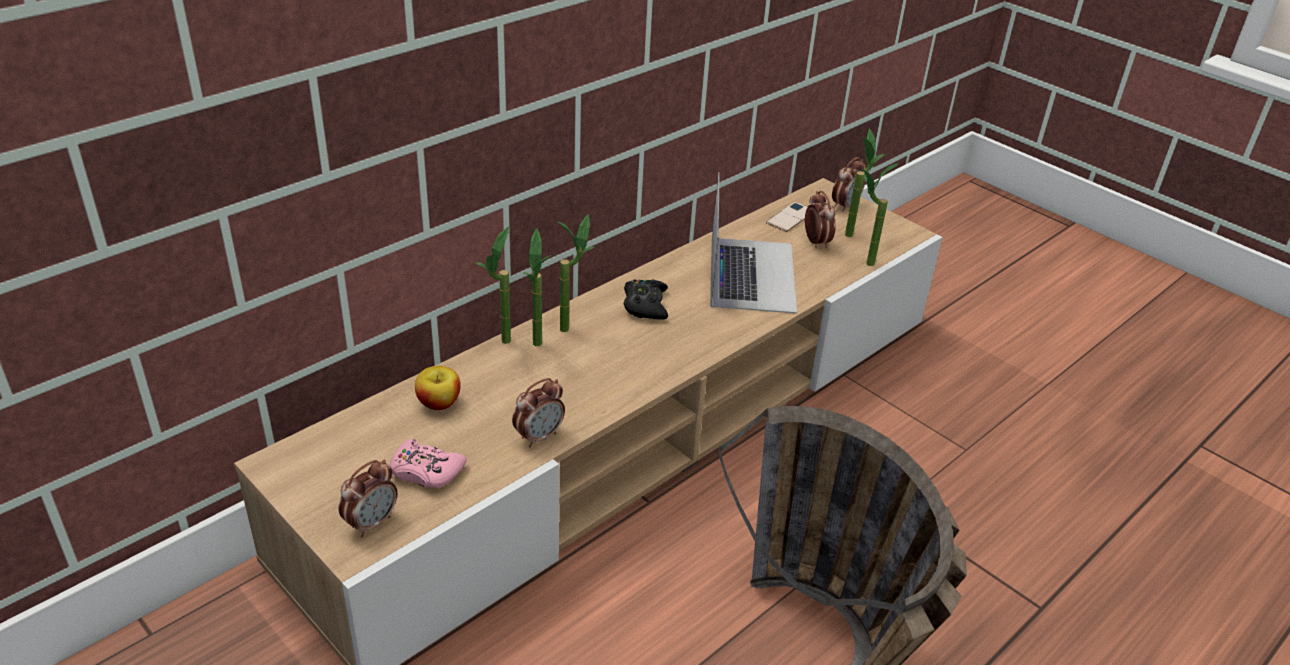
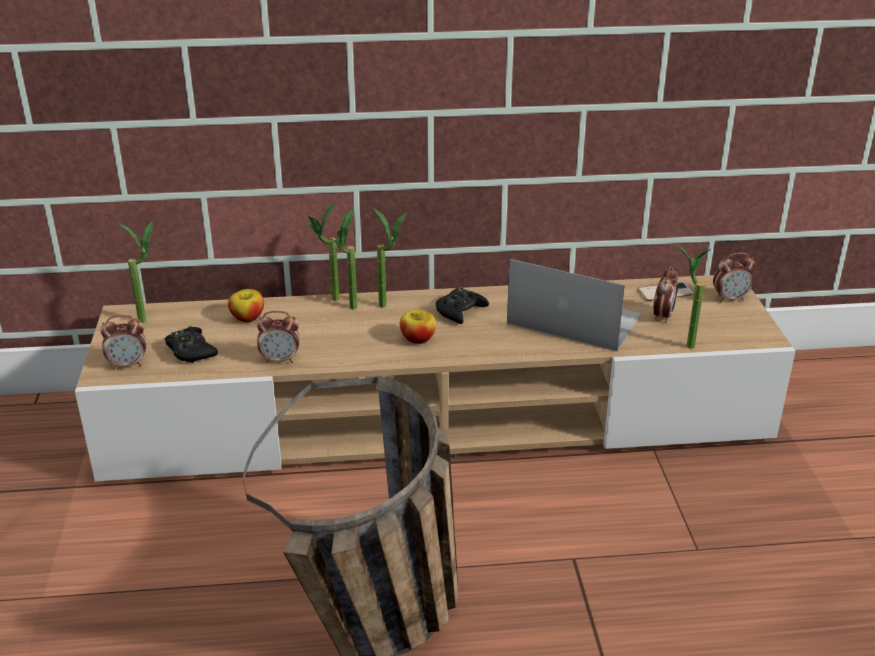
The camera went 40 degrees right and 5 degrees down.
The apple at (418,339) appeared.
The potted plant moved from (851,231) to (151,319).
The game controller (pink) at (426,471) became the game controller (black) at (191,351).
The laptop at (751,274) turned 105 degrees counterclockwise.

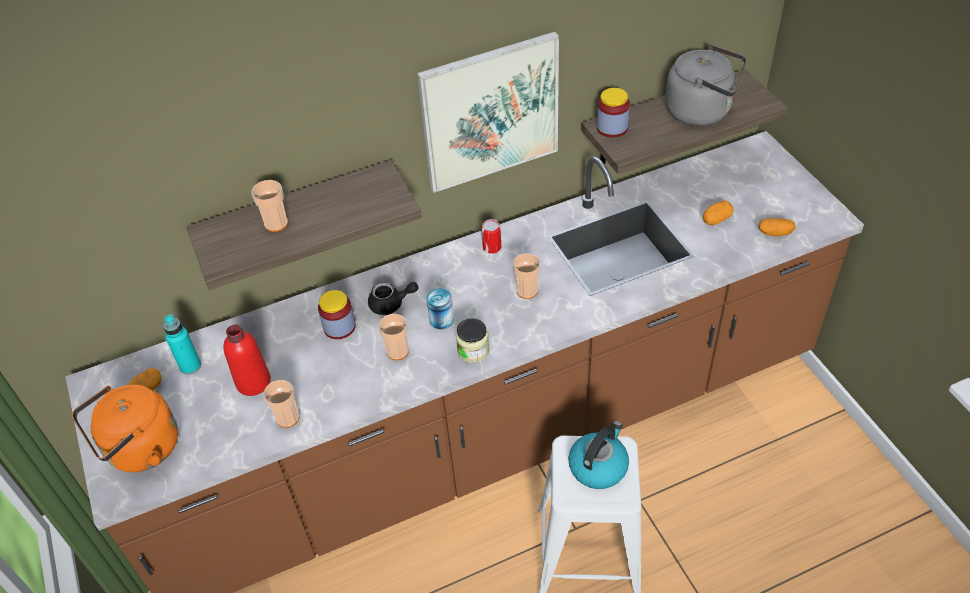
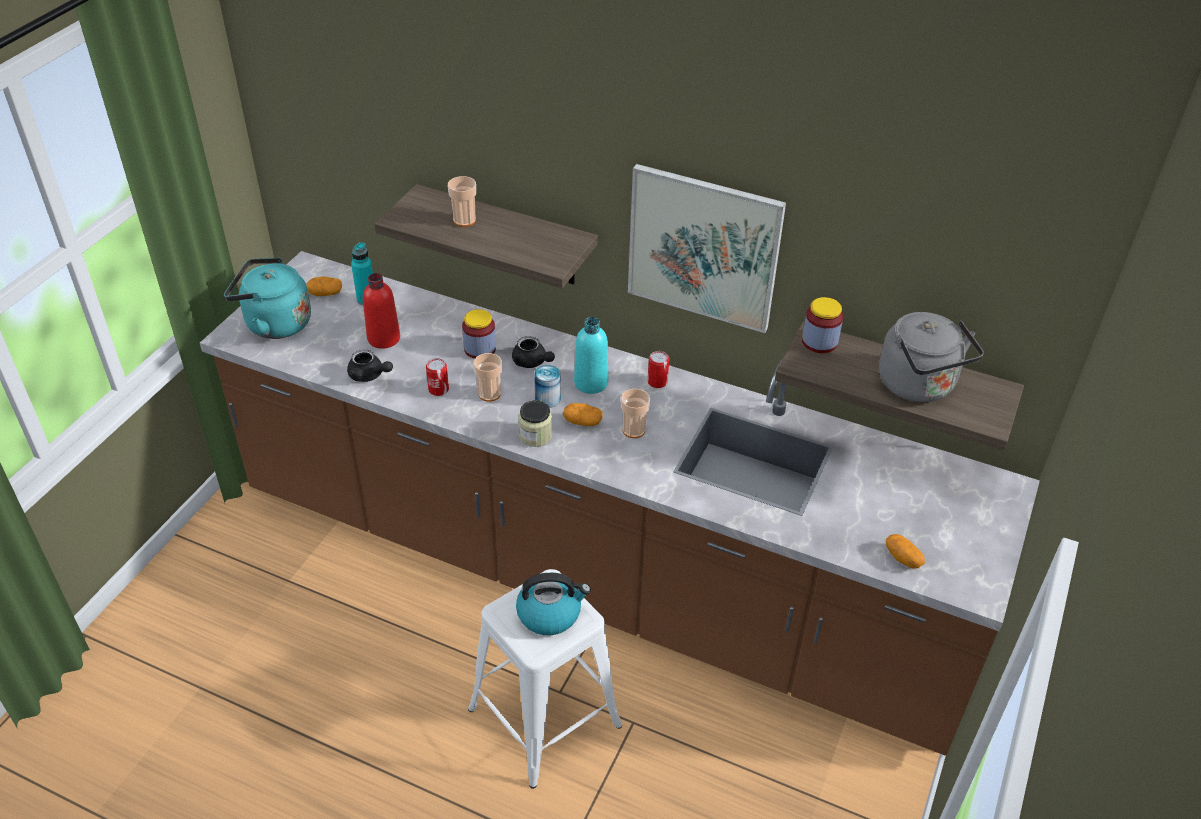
The camera went 45 degrees right and 5 degrees down.
The can at (438,389) appeared.
The bottle (turquoise) at (591,383) appeared.
The potato moved from (716,219) to (582,422).
The cup at (287,418) was replaced by the teapot (black) at (369,375).
The kettle (orange) at (139,450) became the kettle (turquoise) at (274,323).

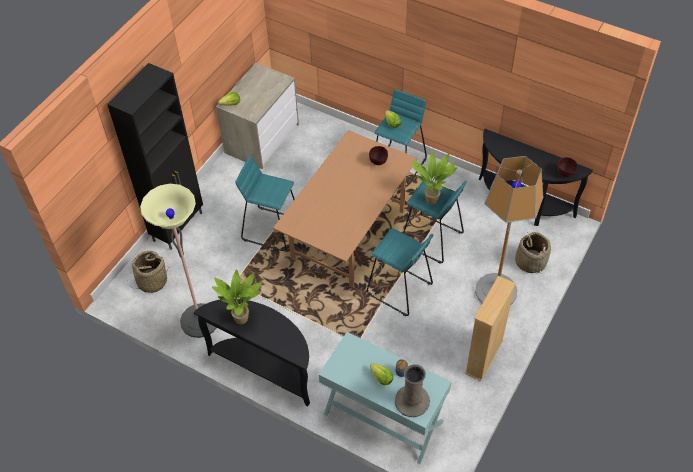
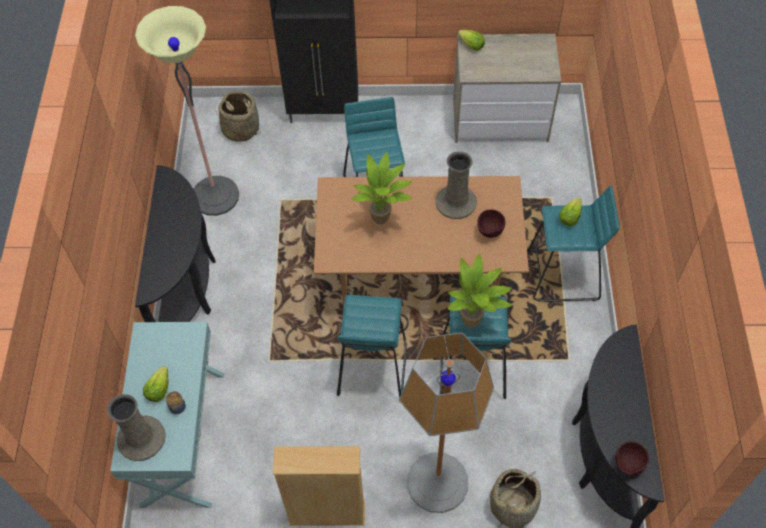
The camera went 60 degrees right and 5 degrees up.
The vase (beige) at (456,202) appeared.
The potted plant moved from (243,318) to (383,219).

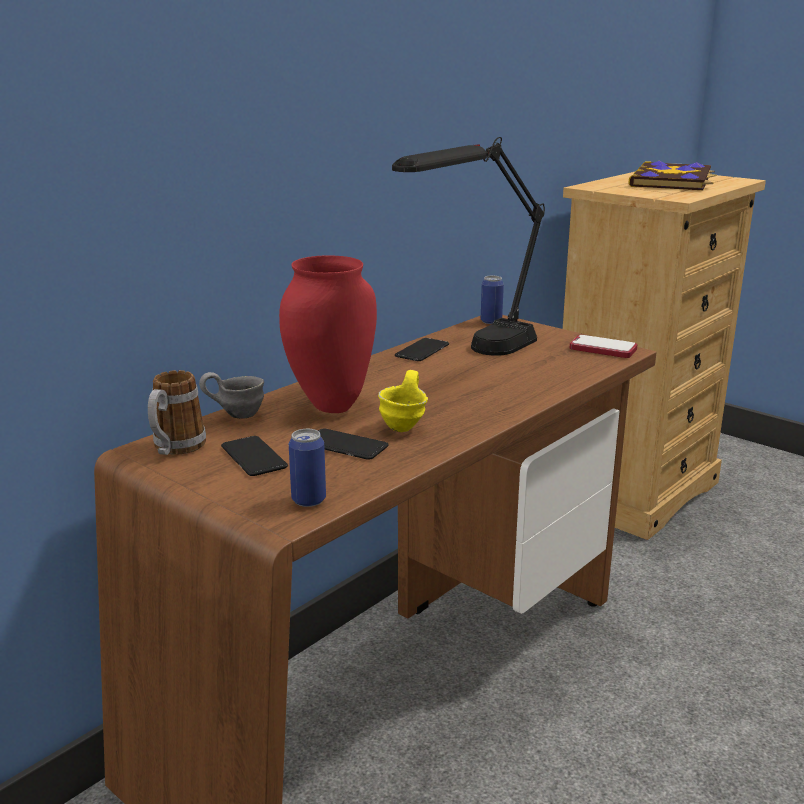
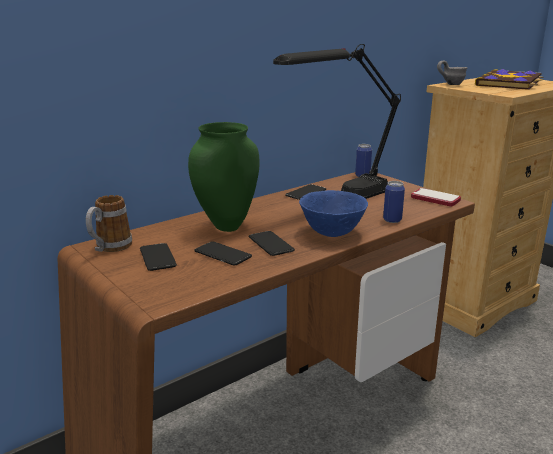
The camera went 10 degrees right and 0 degrees up.
The bowl (blue) at (332,233) appeared.
The mug (grey) moved from (237,415) to (450,84).
The can moved from (308,500) to (392,220).
The mug (yellow) at (406,426) was replaced by the phone at (271,244).
The vase (red) at (332,407) became the vase (green) at (227,227).

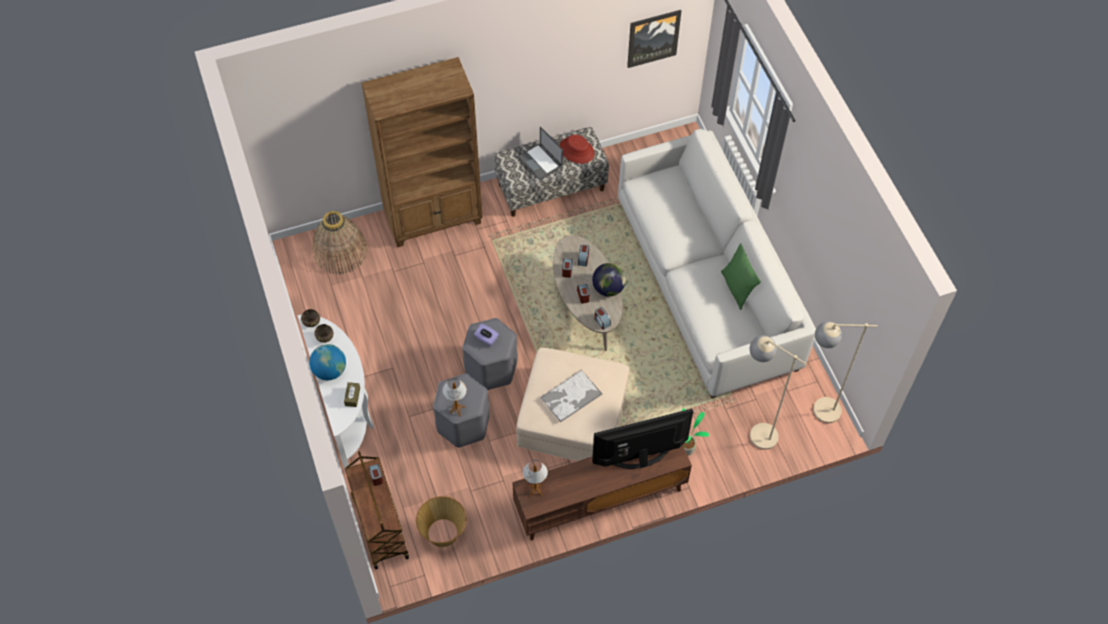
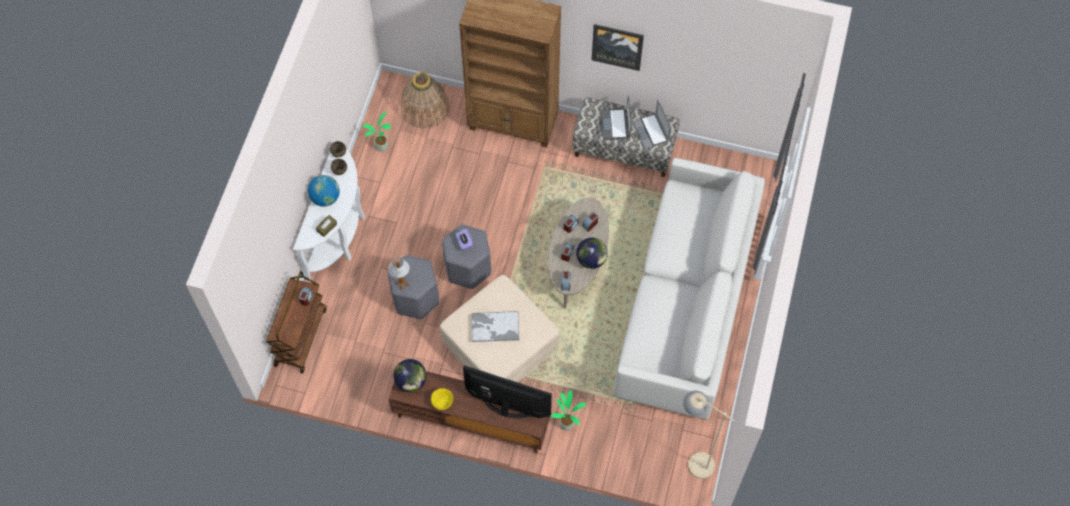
The camera went 35 degrees right and 5 degrees up.
The basket at (443,533) disappeared.
The pillow (green) at (736,288) disappeared.
The floor lamp (beige) at (755,431) disappeared.
The potted plant at (381,147) appeared.
The bowl (yellow) at (442,403) appeared.
The picture moved from (653,38) to (617,46).
The table lamp at (535,490) was replaced by the globe at (411,381).
The hat (red) at (577,150) was replaced by the laptop at (651,132).

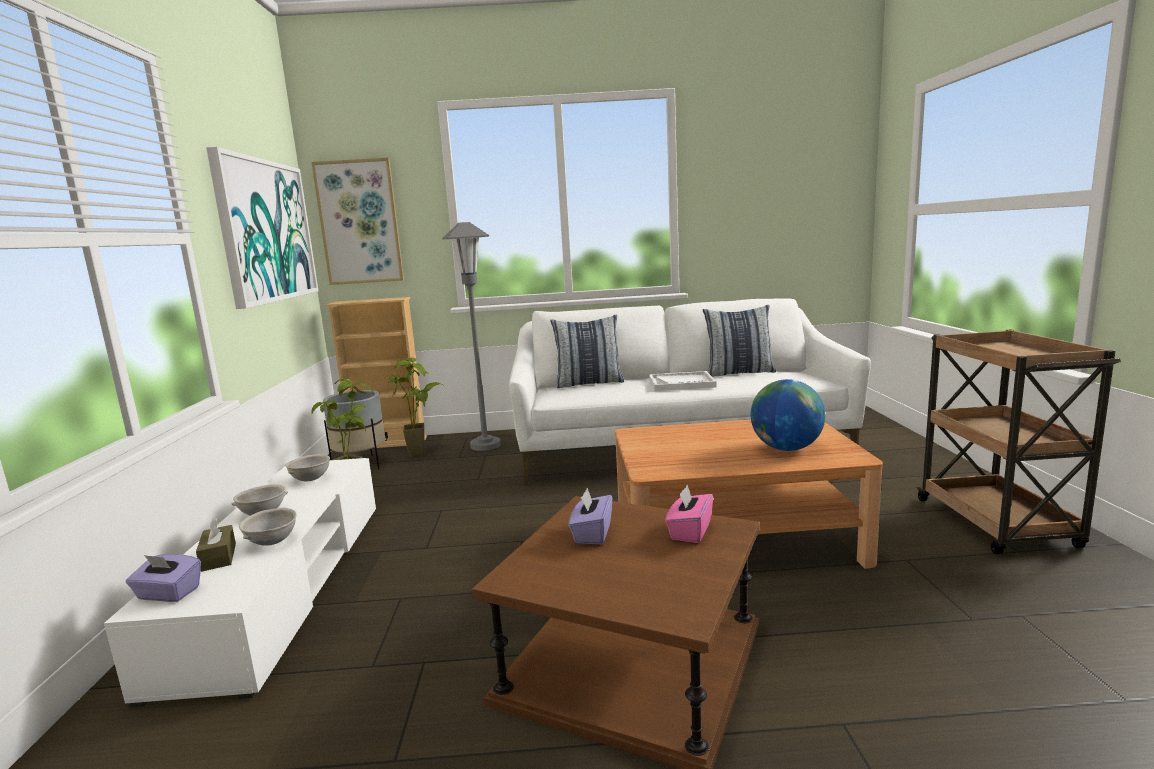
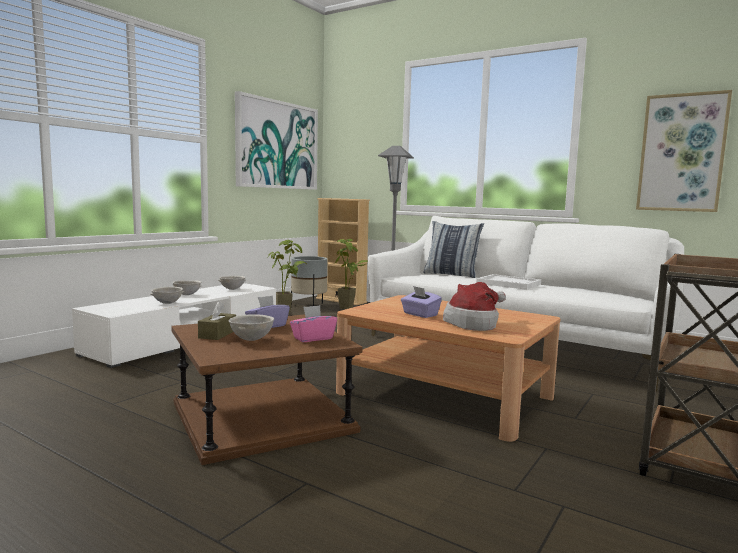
The camera went 35 degrees right and 5 degrees down.
The pillow at (739,372) disappeared.
The bowl (grey) at (250,340) appeared.
The tissue box (purple) moved from (168,594) to (420,314).
The tissue box (brown) moved from (218,557) to (217,334).
The picture moved from (359,222) to (681,153).
The globe at (786,449) was replaced by the hat at (474,323).

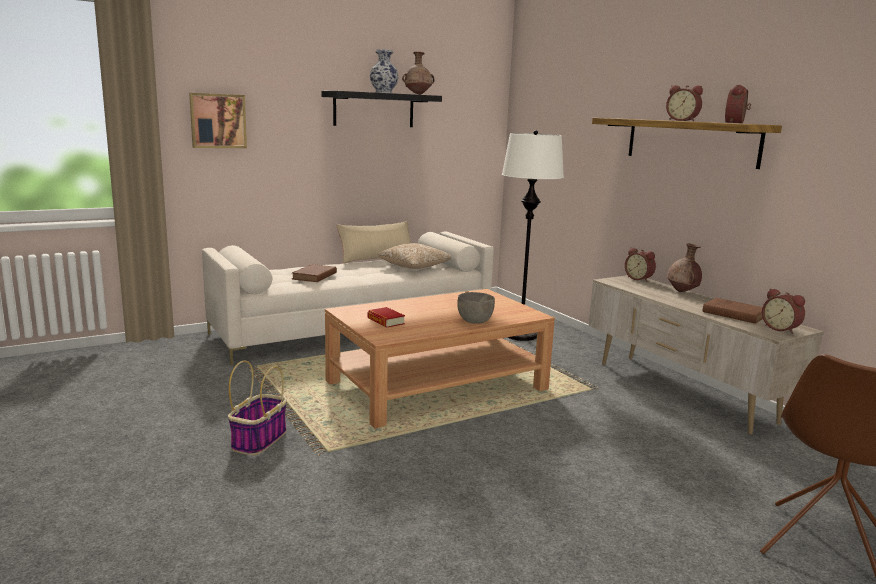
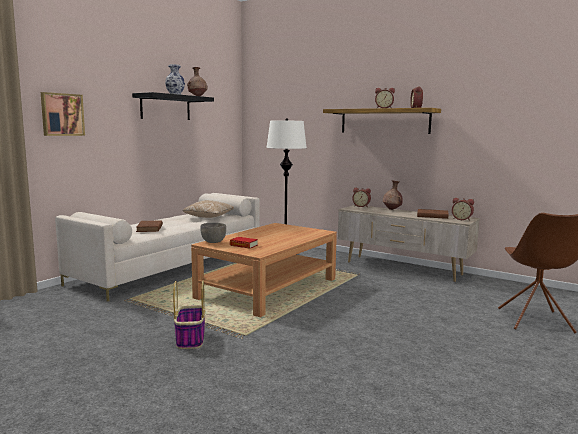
The camera went 25 degrees left and 5 degrees down.
The pillow (beige) at (376,258) disappeared.
The bowl (grey) moved from (475,322) to (213,242).

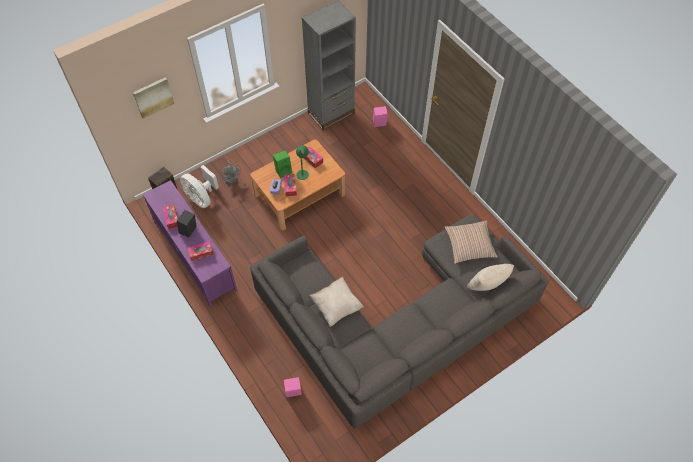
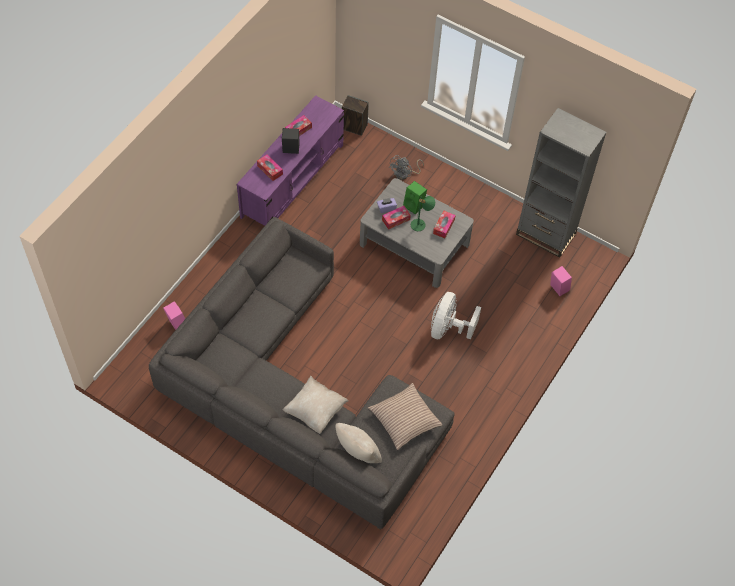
The camera went 65 degrees right and 0 degrees up.
The picture at (153,97) disappeared.
The fan (white) moved from (201,198) to (448,328).
The pillow (beige) moved from (336,306) to (315,411).
The coffee table (brown) at (299,194) became the coffee table (grey) at (414,244).

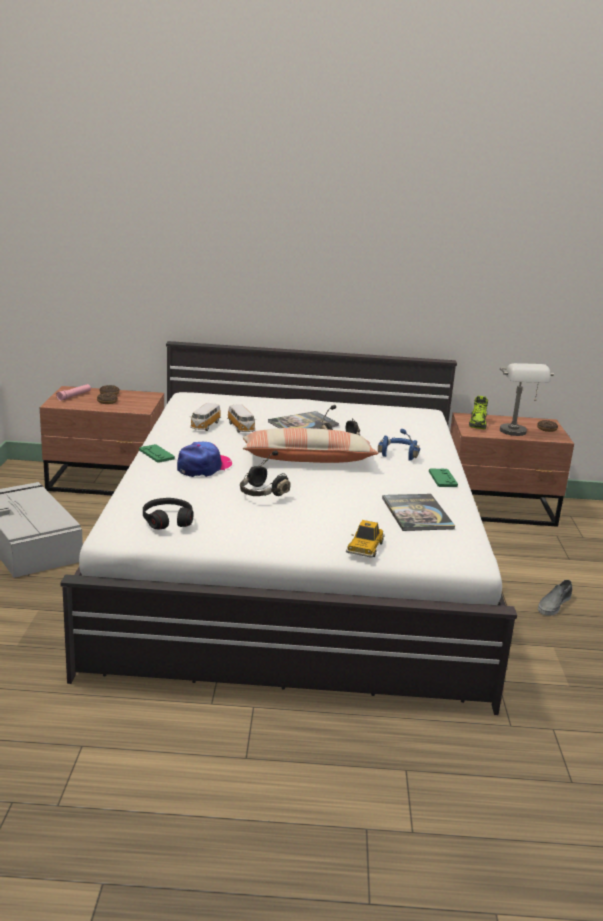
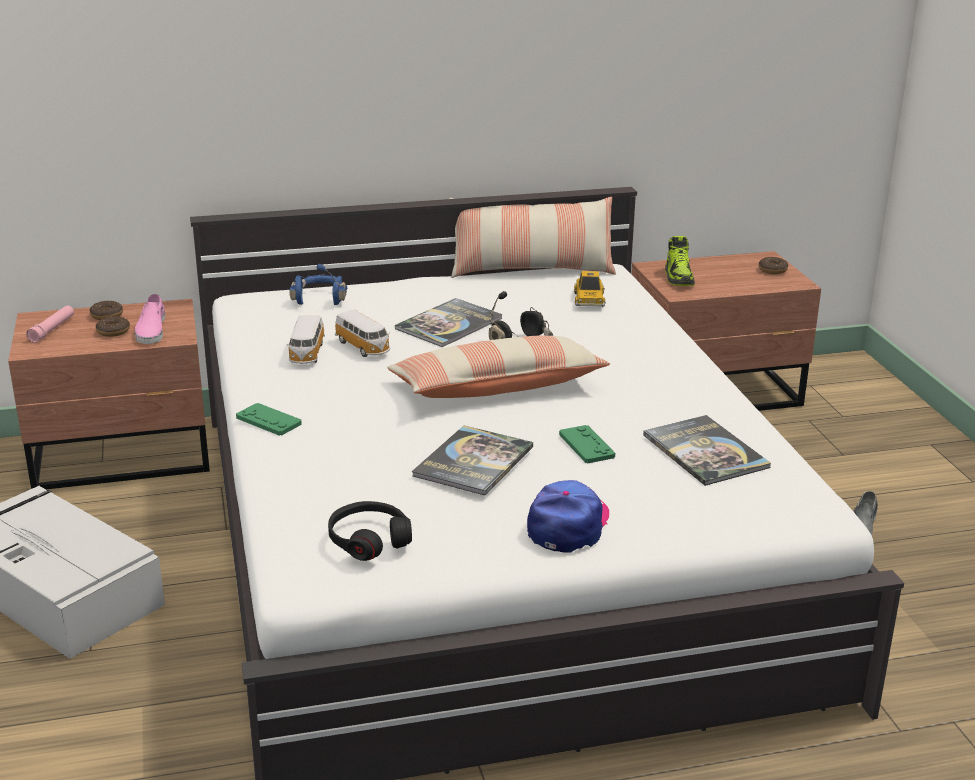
The camera went 15 degrees left and 5 degrees up.
The table lamp (grey) at (516,434) disappeared.
The shoe (pink) at (151,330) appeared.
The pillow at (531,269) appeared.
The cap moved from (204,467) to (569,524).
The toy car moved from (365,548) to (589,299).
The headphones (blue) moved from (399,455) to (320,299).
The game controller (green) moved from (442,479) to (586,445).
The headphones (black) at (261,493) was replaced by the book at (473,462).

